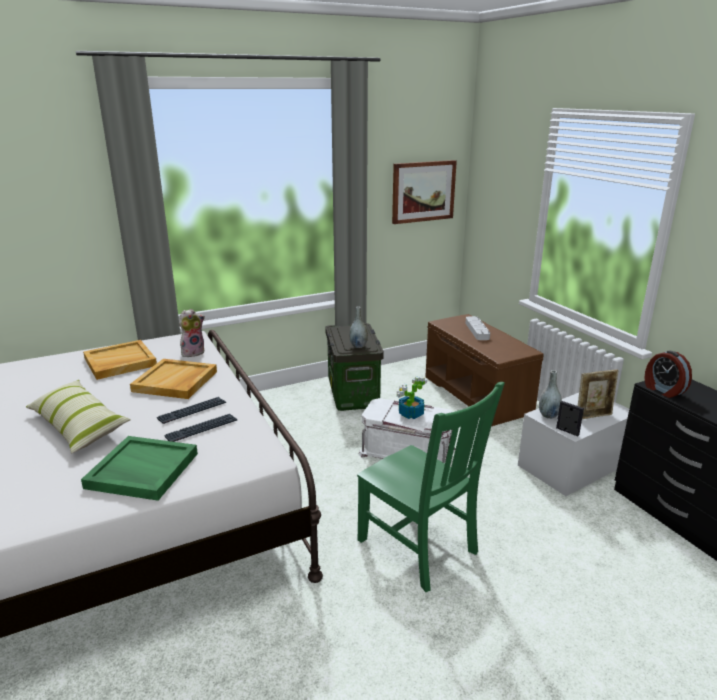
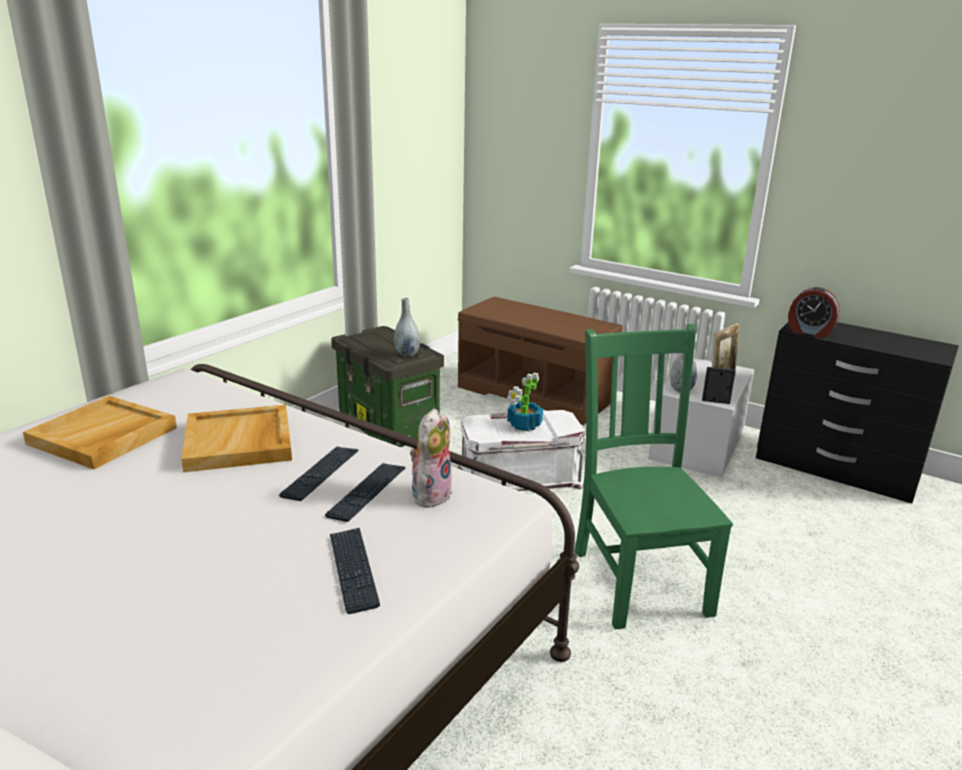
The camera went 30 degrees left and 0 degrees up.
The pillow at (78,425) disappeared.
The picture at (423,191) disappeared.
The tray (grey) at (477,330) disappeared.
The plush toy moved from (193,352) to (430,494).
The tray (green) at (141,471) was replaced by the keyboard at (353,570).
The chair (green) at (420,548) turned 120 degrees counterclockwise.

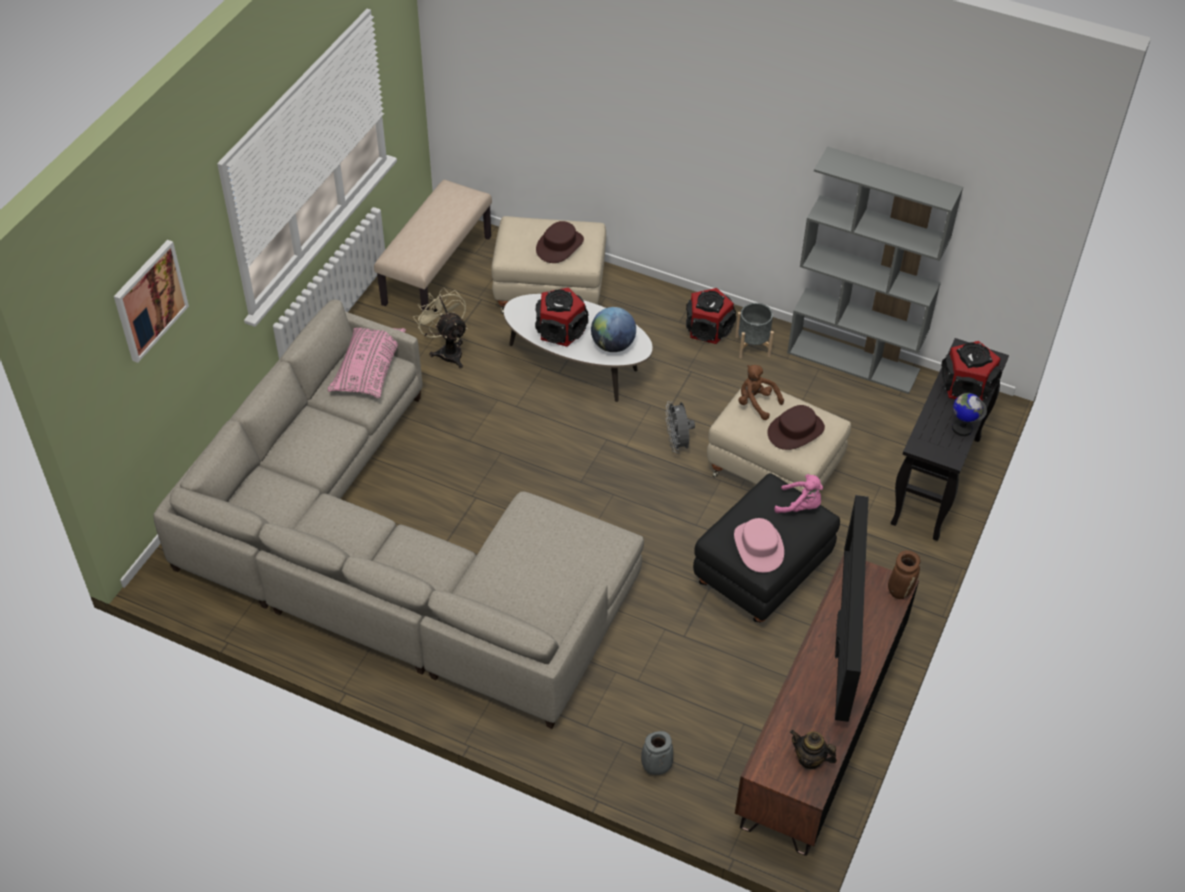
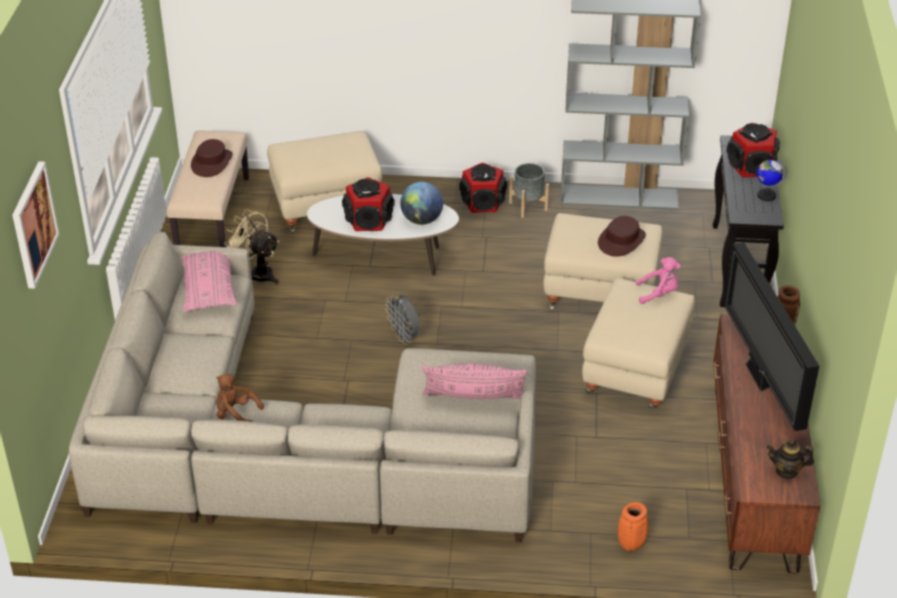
The camera went 20 degrees left and 10 degrees down.
The hat (pink) at (758,547) disappeared.
The pillow (pink) at (474,401) appeared.
The hat (brown) moved from (559,246) to (211,162).
The fan (grey) moved from (678,443) to (405,337).
The plush toy (brown) moved from (756,403) to (236,414).
The vase (grey) at (656,768) became the vase (orange) at (631,545).
The ottoman (black) at (762,576) became the ottoman (beige) at (636,373).

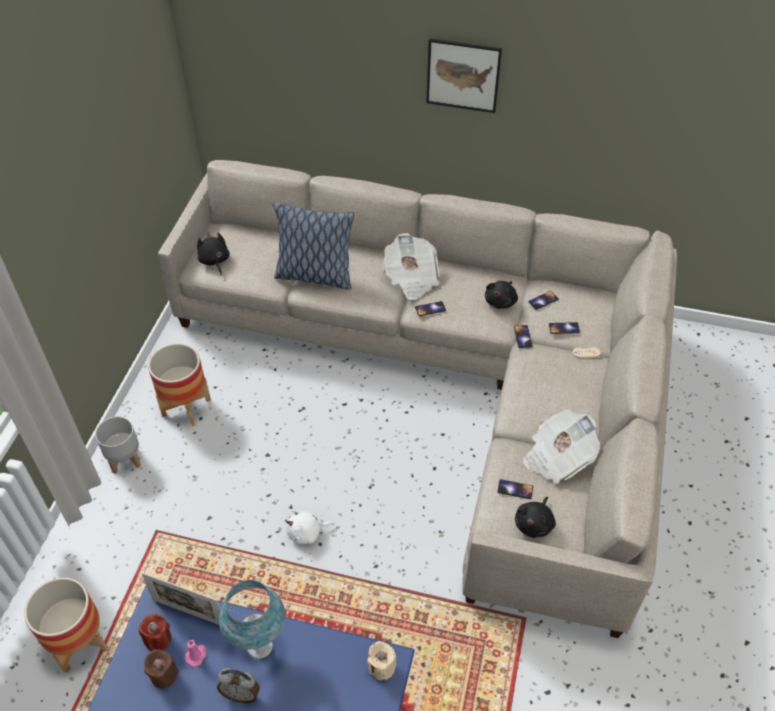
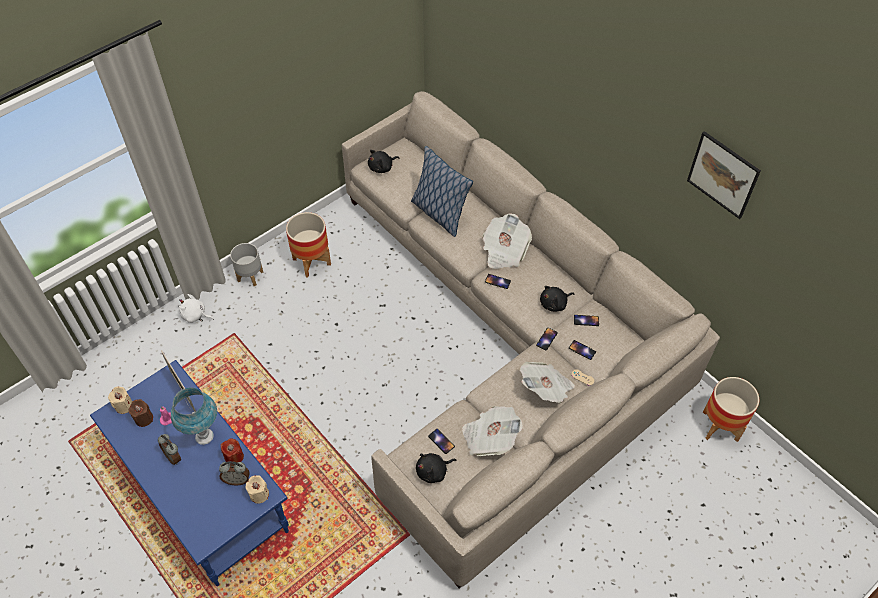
The camera went 35 degrees right and 5 degrees up.
The candle (beige) at (124,406) appeared.
The alarm clock at (237,480) appeared.
The newspaper at (546,389) appeared.
The planter moved from (80,643) to (720,426).
The candle (red) moved from (158,639) to (234,457).
The plush toy (white) moved from (307,533) to (195,315).
The picture moved from (463,75) to (723,175).
The plush toy (black) at (214,261) turned 135 degrees counterclockwise.

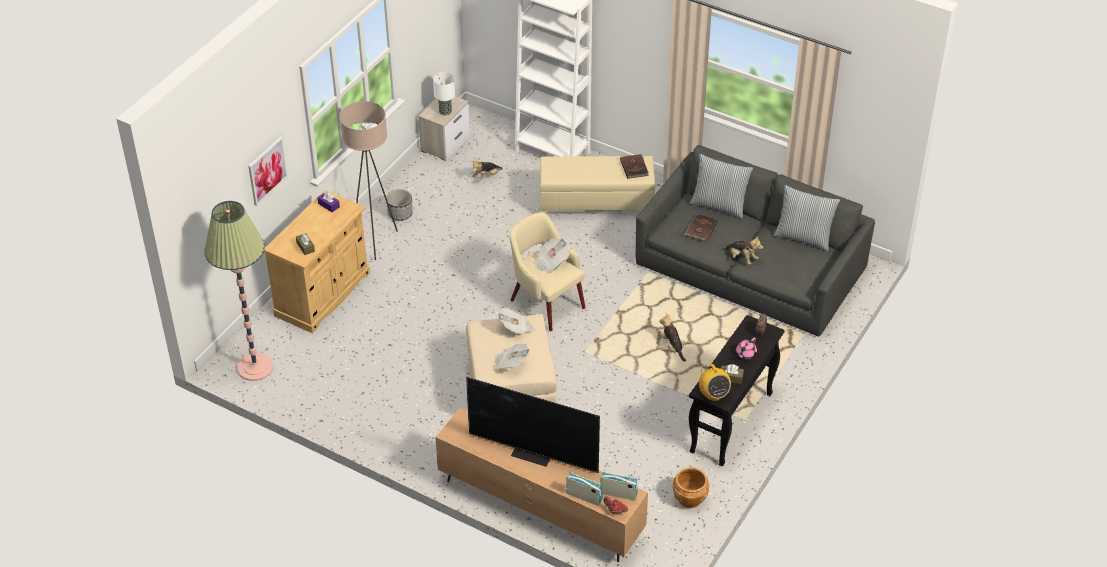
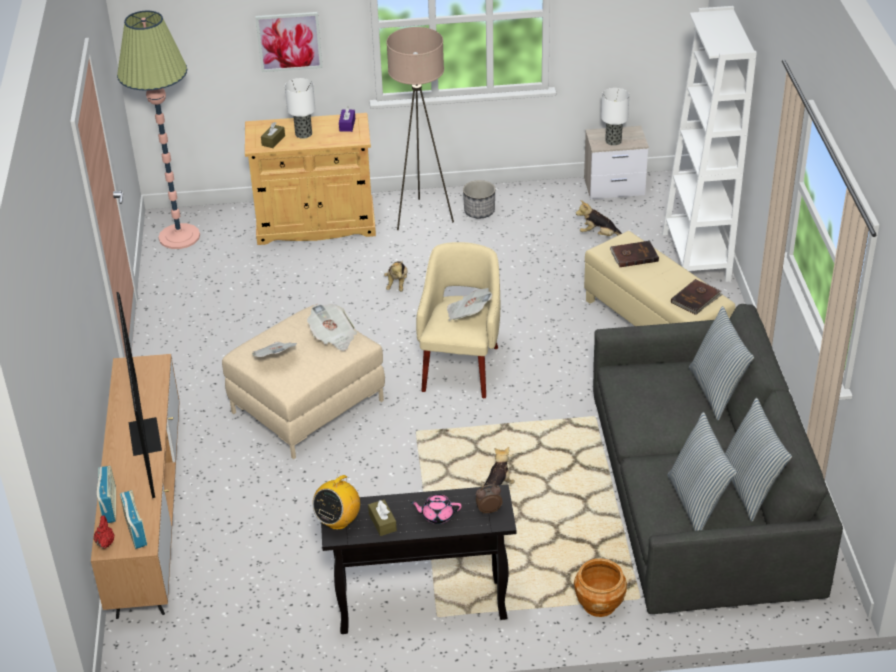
The camera went 55 degrees right and 5 degrees down.
The table lamp at (303,134) appeared.
The pillow at (697,503) appeared.
The planter (brown) moved from (690,498) to (599,604).
The book (brown) moved from (700,229) to (633,255).
The plush toy moved from (742,258) to (397,284).

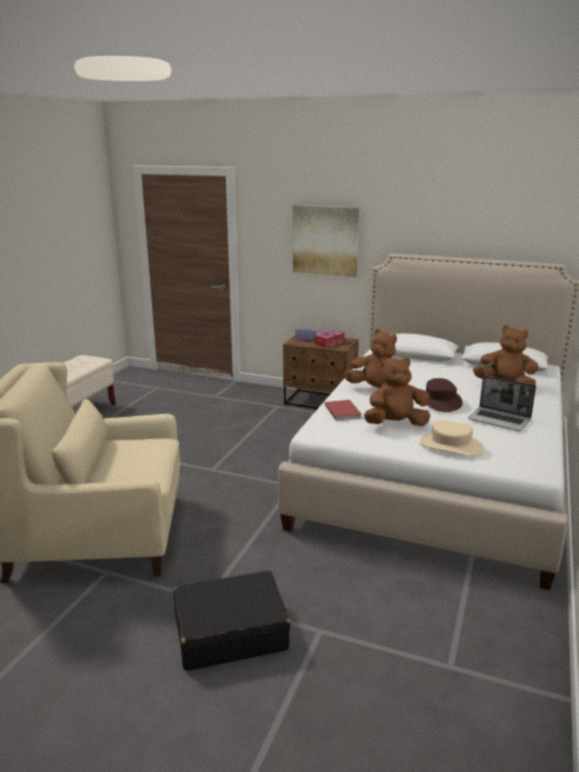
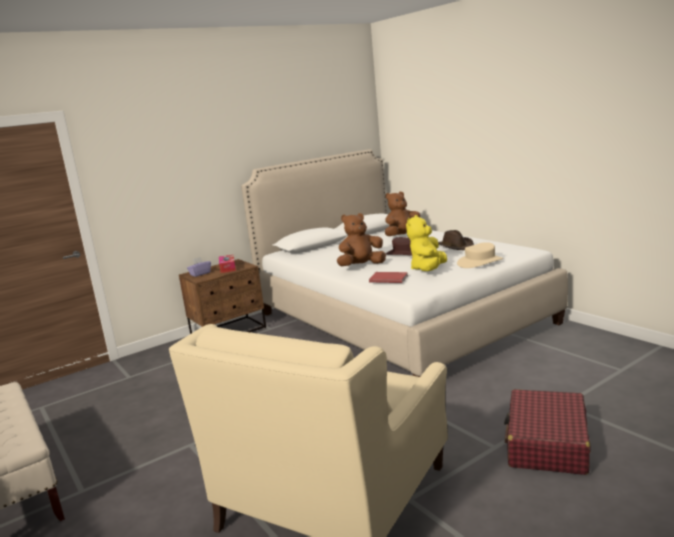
The camera went 55 degrees left and 5 degrees down.
The picture at (325,240) disappeared.
The laptop at (500,420) was replaced by the hat (brown) at (455,246).
The suitcase (black) at (230,632) became the suitcase (red) at (546,444).
The plush toy (brown) at (395,424) became the plush toy (yellow) at (428,269).

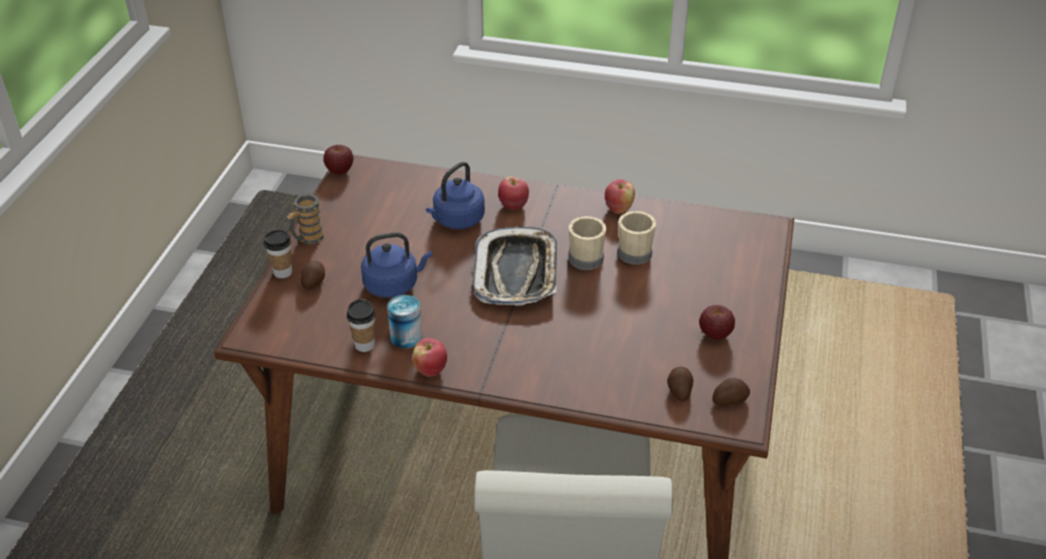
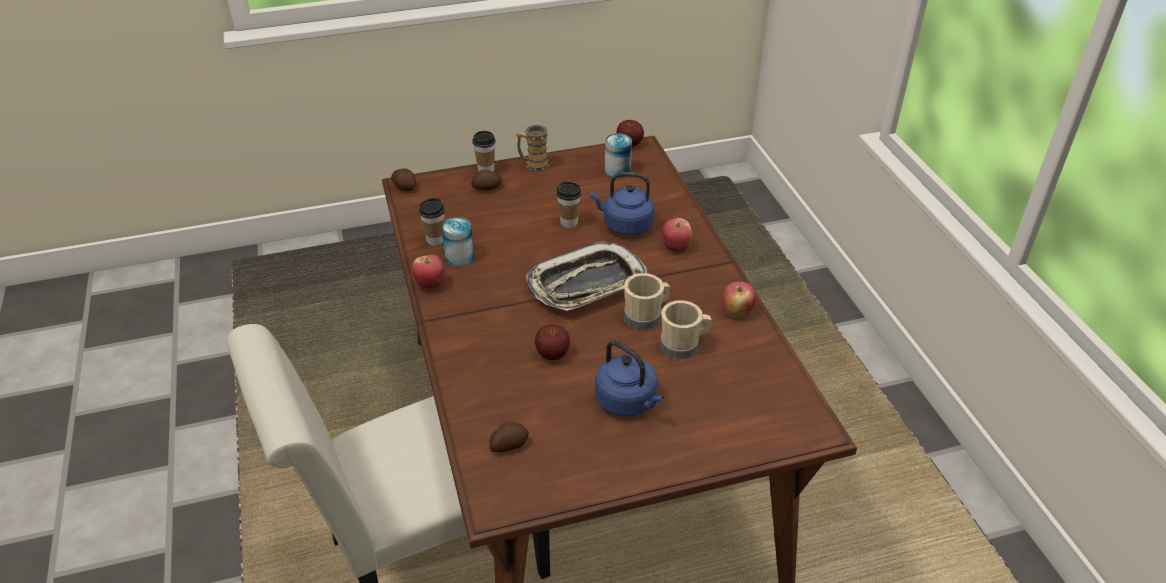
The camera went 60 degrees right and 0 degrees up.
The cup at (569,222) appeared.
The can at (617,170) appeared.
The kettle (blue) moved from (394,285) to (628,402).
The apple moved from (715,334) to (552,354).
The potato moved from (729,399) to (405,186).

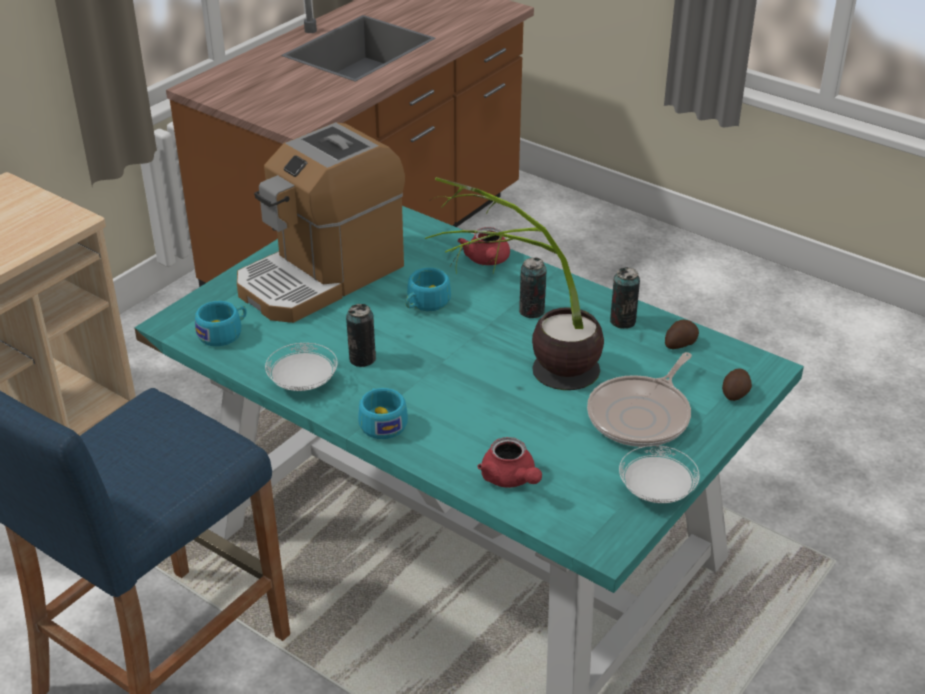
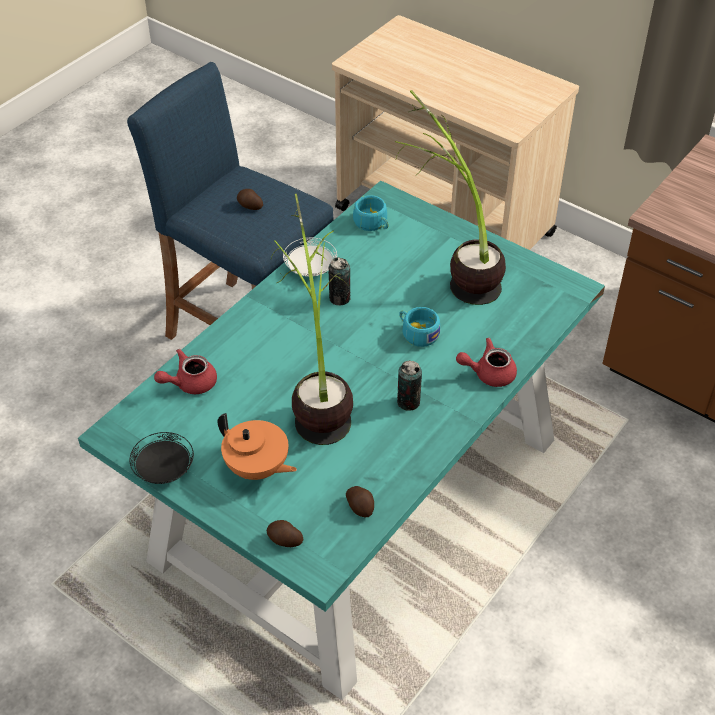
The camera went 90 degrees right and 10 degrees up.
The cup (turquoise) at (381,422) disappeared.
The can at (622,321) disappeared.
The potato at (249,206) appeared.
The coffee machine at (321,276) was replaced by the potted plant at (453,269).
The frying pan at (642,416) was replaced by the teapot (orange) at (257,468).
The plate (white) at (656,491) became the plate (black) at (164,469).

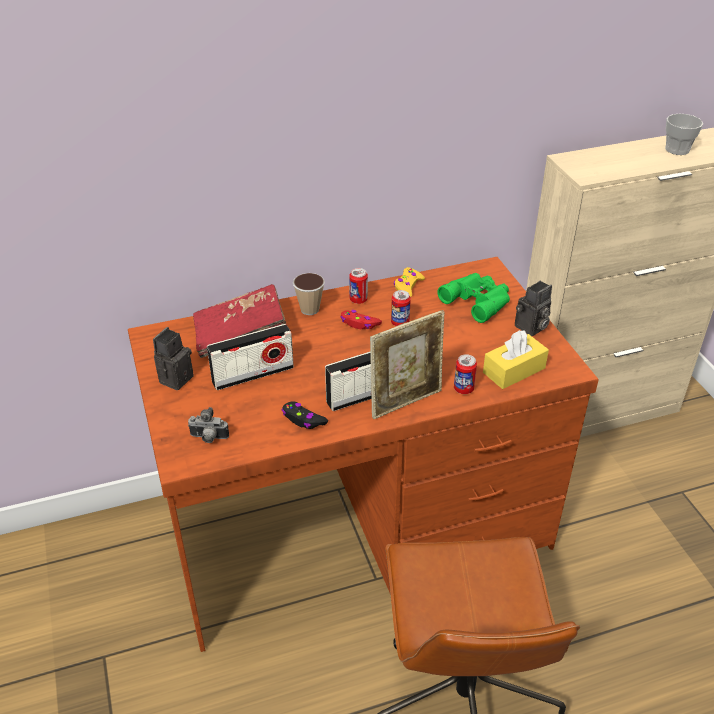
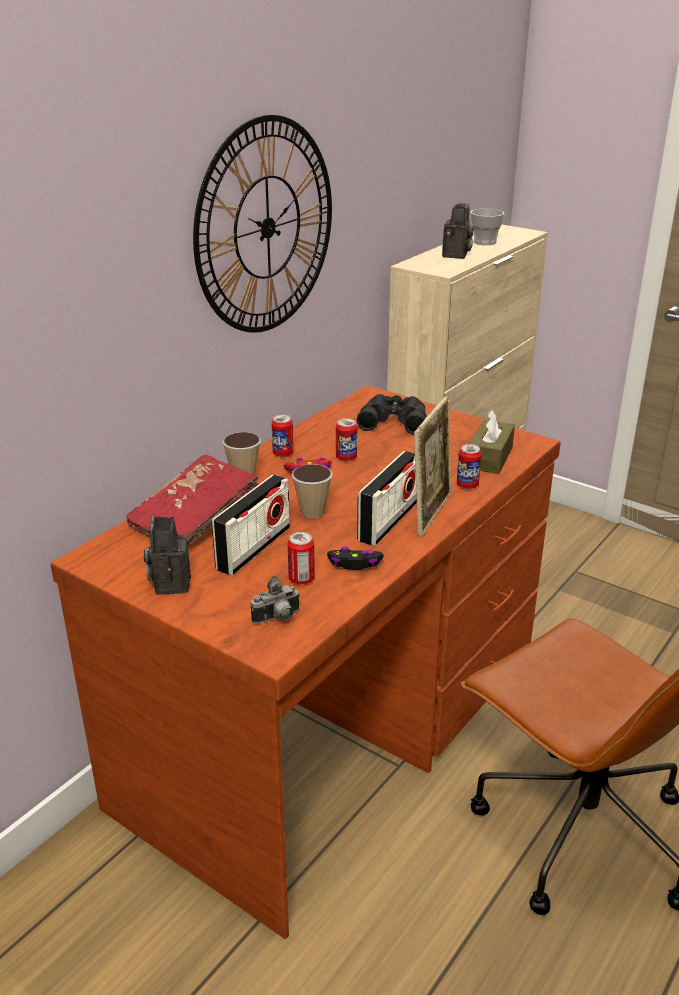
The camera went 35 degrees left and 10 degrees down.
The game controller (yellow) at (408,286) disappeared.
The wall clock at (267,227) appeared.
The can at (301,579) appeared.
The cup at (312,512) appeared.
The photo camera moved from (531,328) to (456,255).
The binoculars (green) at (478,300) became the binoculars (black) at (393,420).
The tissue box (yellow) at (514,370) became the tissue box (brown) at (490,458).

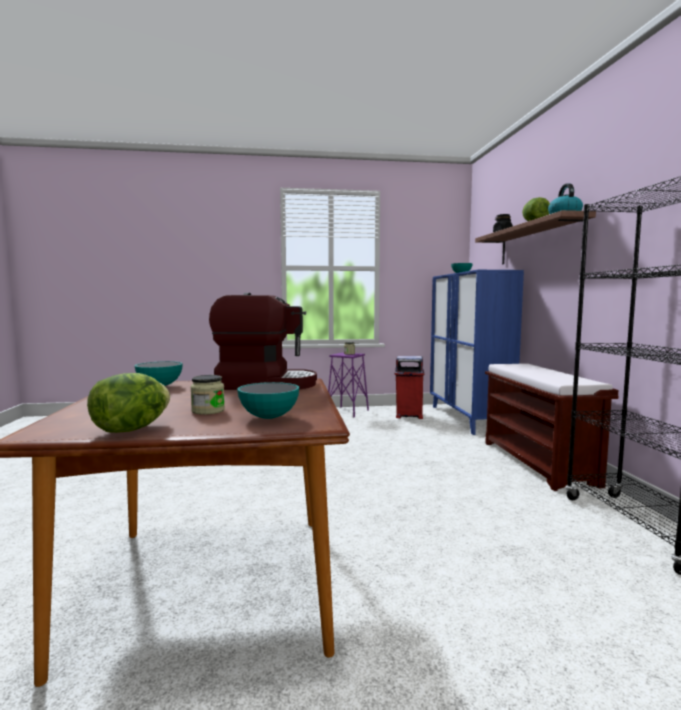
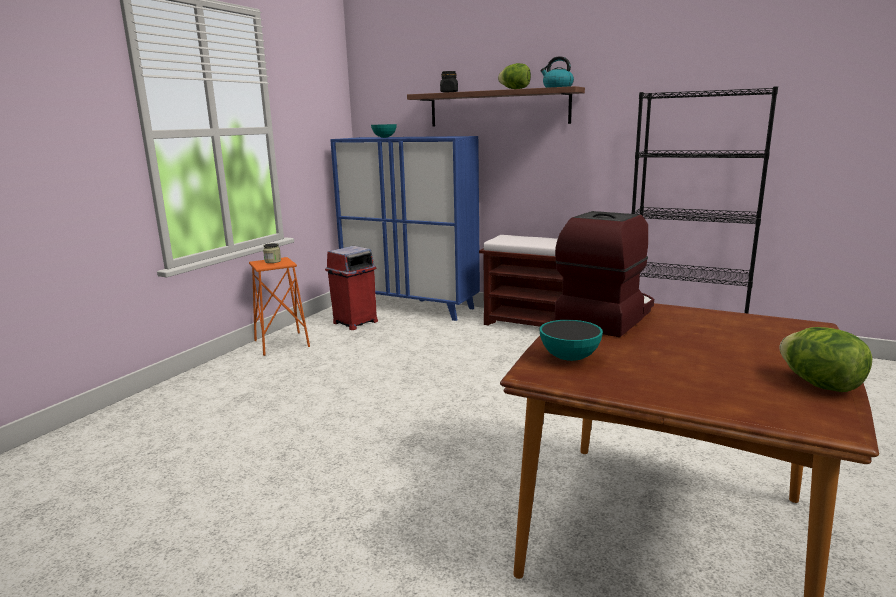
The camera went 55 degrees left and 10 degrees up.
The jar at (208,411) disappeared.
The bowl at (269,417) disappeared.
The stool (purple) at (347,412) became the stool (orange) at (282,343).

